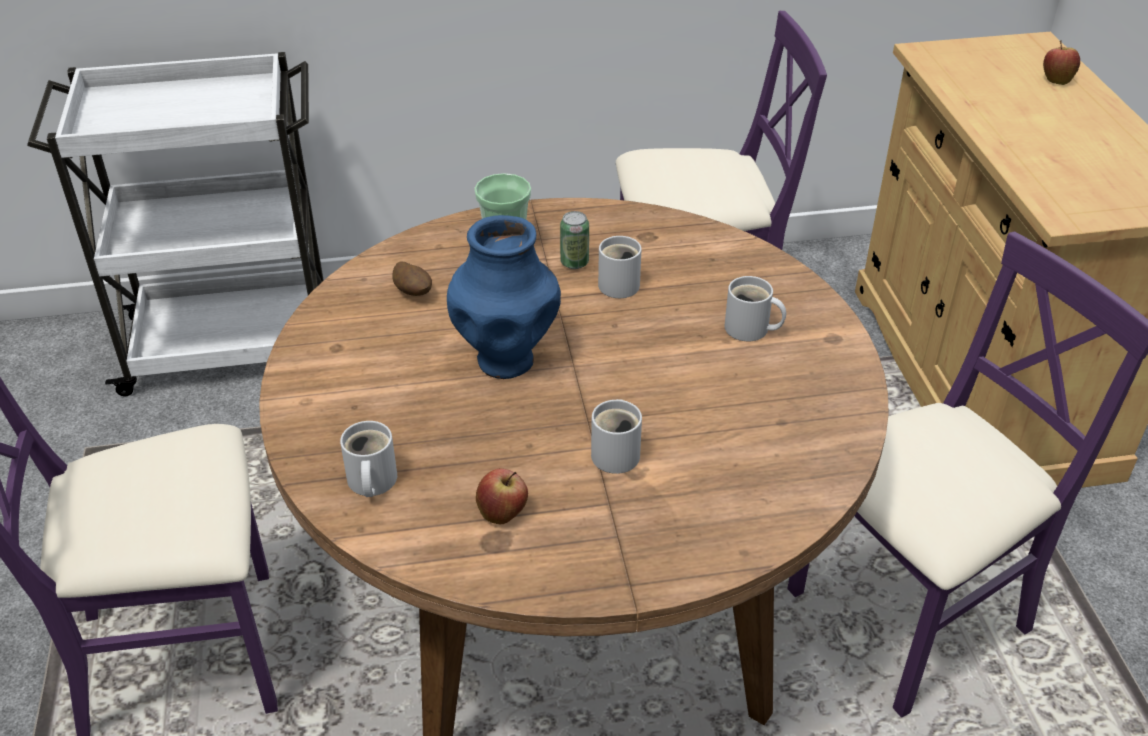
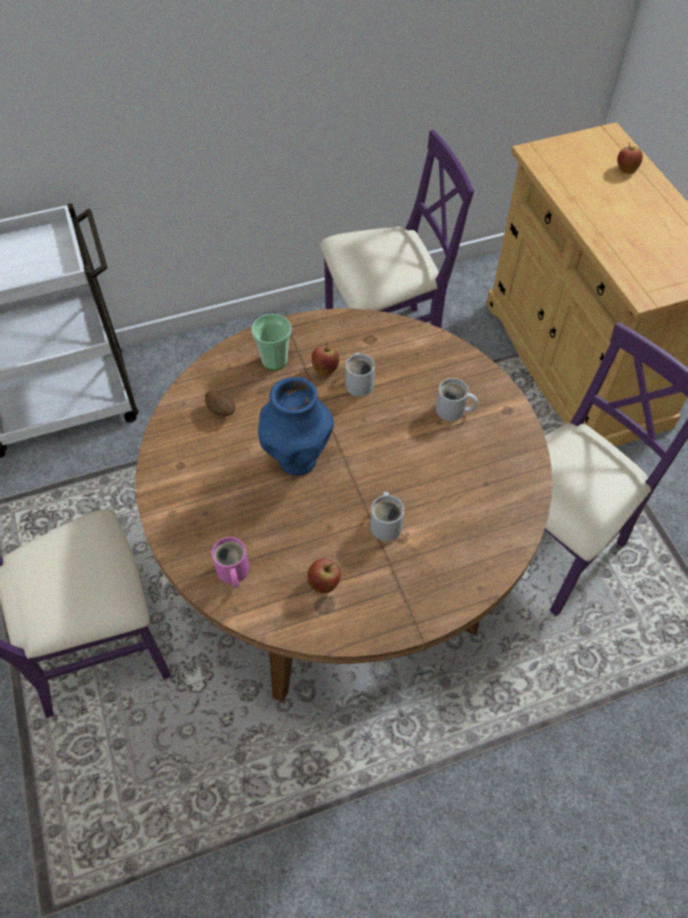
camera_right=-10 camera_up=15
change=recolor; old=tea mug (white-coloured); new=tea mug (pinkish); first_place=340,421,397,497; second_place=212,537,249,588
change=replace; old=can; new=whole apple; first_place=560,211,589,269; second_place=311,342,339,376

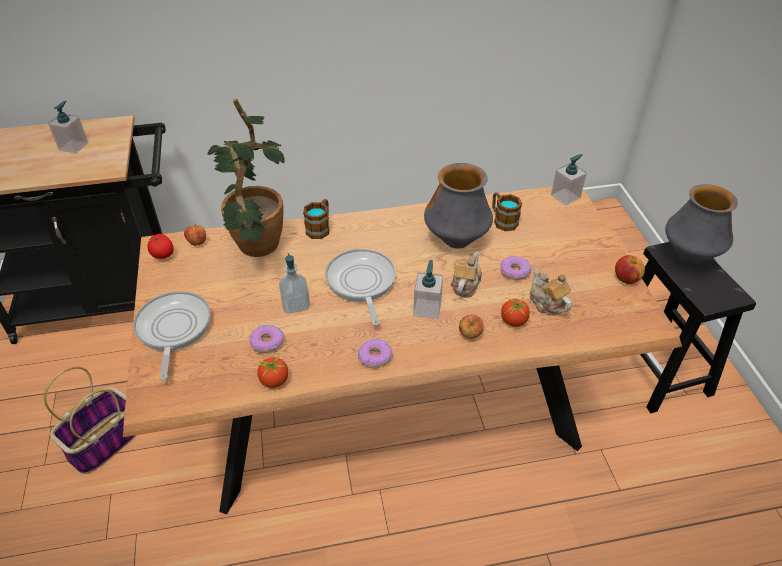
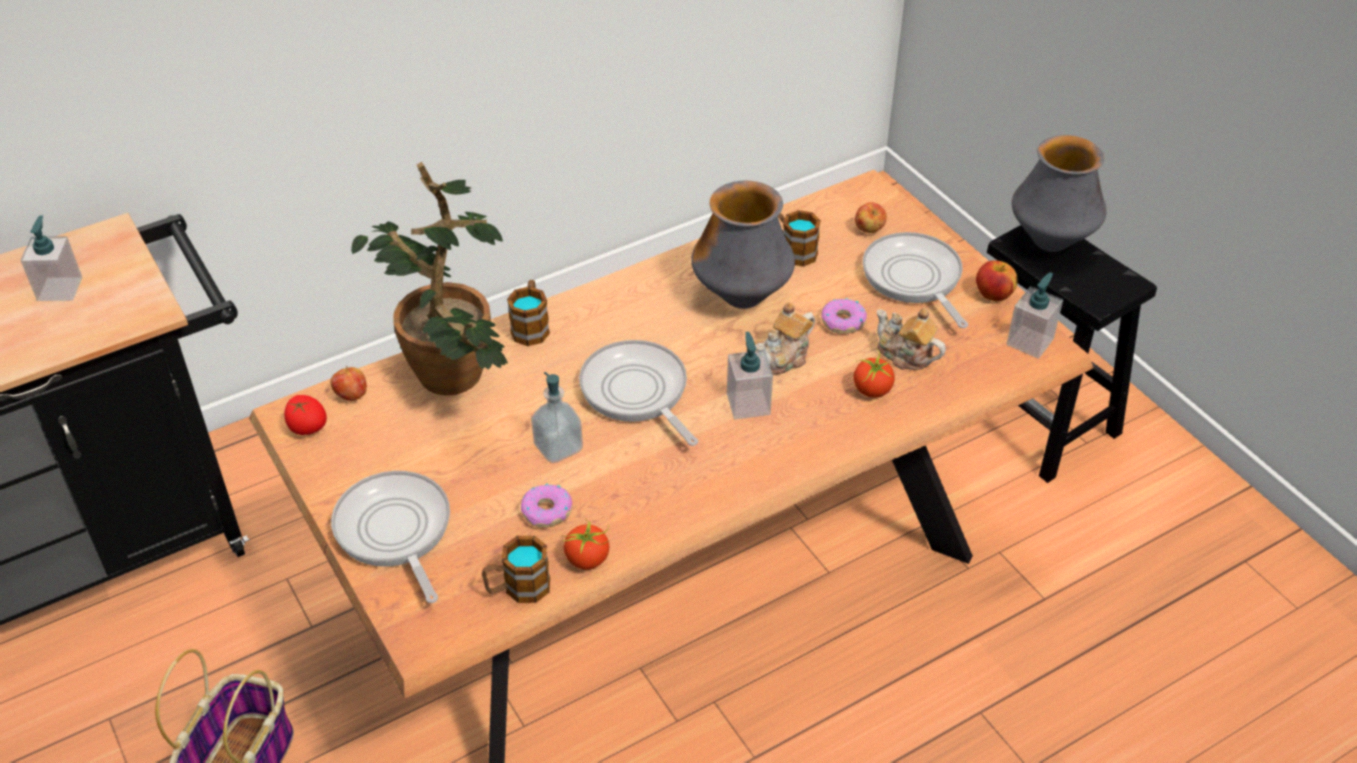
camera_right=-20 camera_up=0
change=insert; new=tea mug; second_place=482,536,550,603
change=rotate; old=tea pot; first_place=451,251,482,298; second_place=755,302,815,375; degrees=-135
change=move; old=whole apple; first_place=459,314,484,339; second_place=855,202,887,233
change=insert; new=skillet; second_place=863,232,968,328
change=move; old=soap dispenser; first_place=551,154,587,206; second_place=1007,272,1063,359
change=delete; old=doughnut; first_place=358,338,393,368

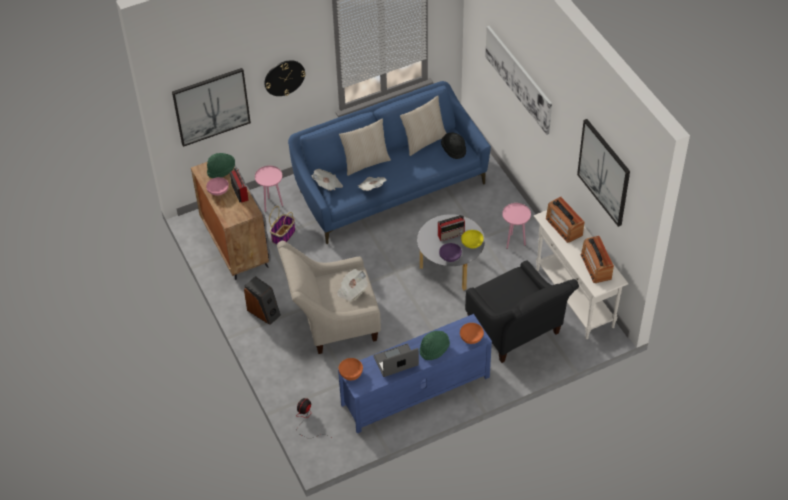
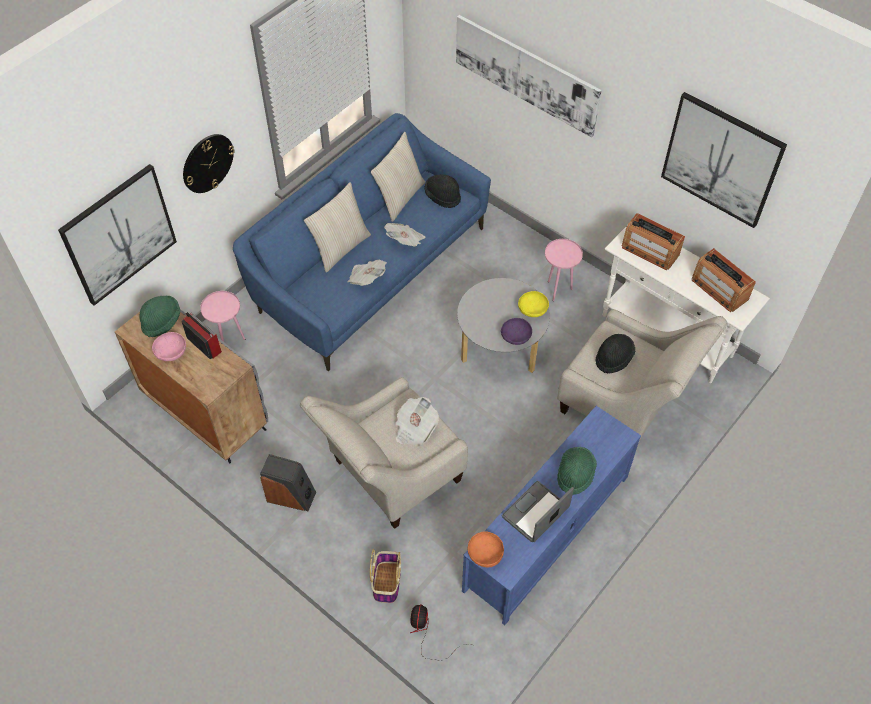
camera_right=-25 camera_up=5
change=move; old=storage basket; first_place=269,206,296,245; second_place=370,549,401,603
change=move; old=newspaper; first_place=311,169,343,191; second_place=384,223,426,247
change=recolor; old=lounge chair (black); new=lounge chair (sand-coloured); first_place=465,260,579,363; second_place=557,309,728,442
change=insert; new=wearable hat (black); second_place=595,334,635,373
change=delete; old=radio set; first_place=438,215,465,241
change=delete; old=bowl (orangey); first_place=460,323,484,344

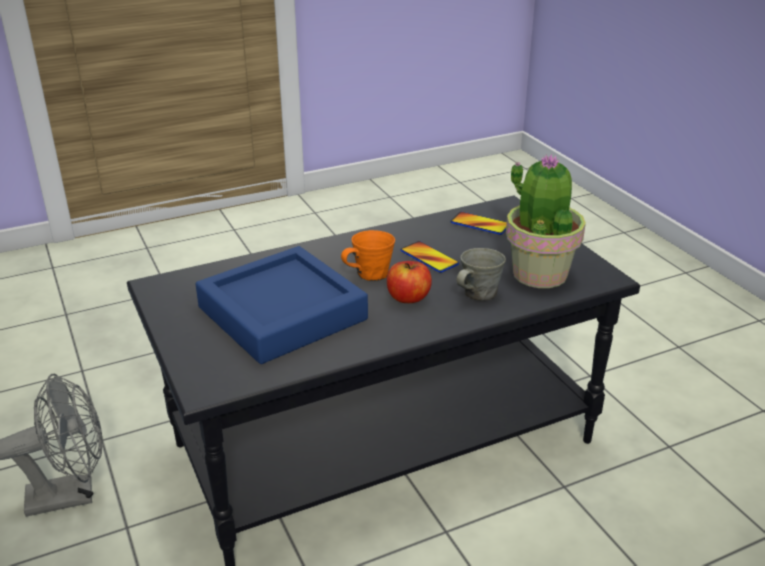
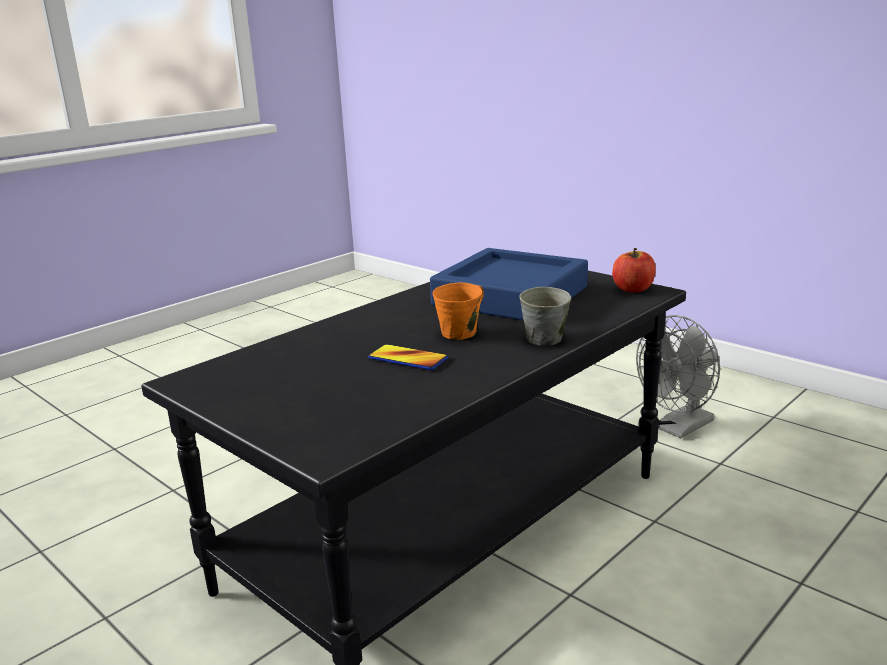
camera_right=160 camera_up=-10
change=move; old=tea mug (grey); first_place=456,248,506,301; second_place=519,287,571,346
change=move; old=whole apple; first_place=387,261,432,303; second_place=612,248,656,292
change=delete; old=telephone; first_place=451,212,507,235
change=delete; old=houseplant; first_place=506,154,586,288

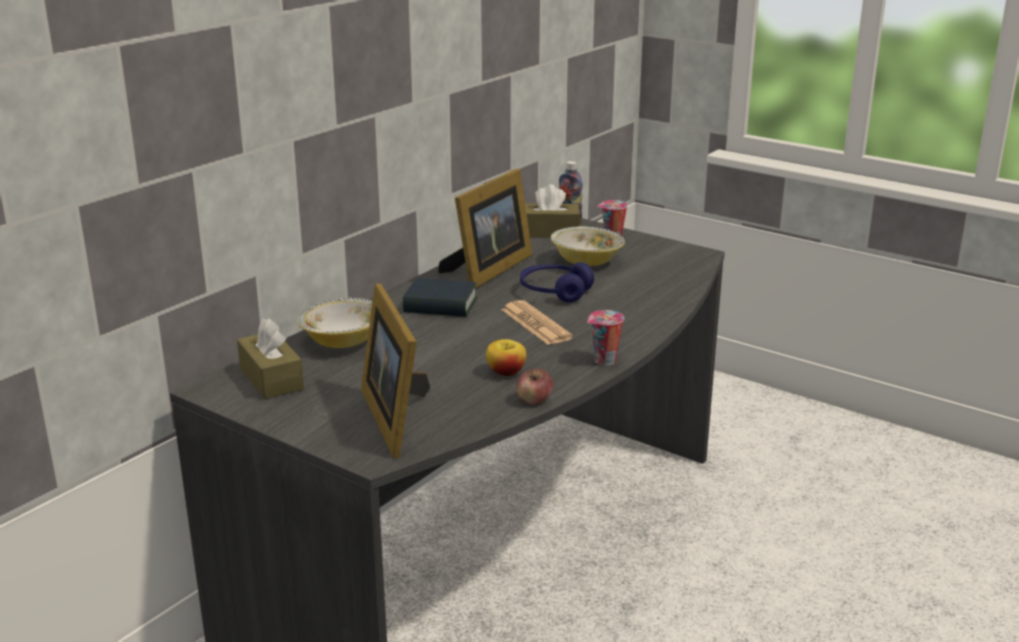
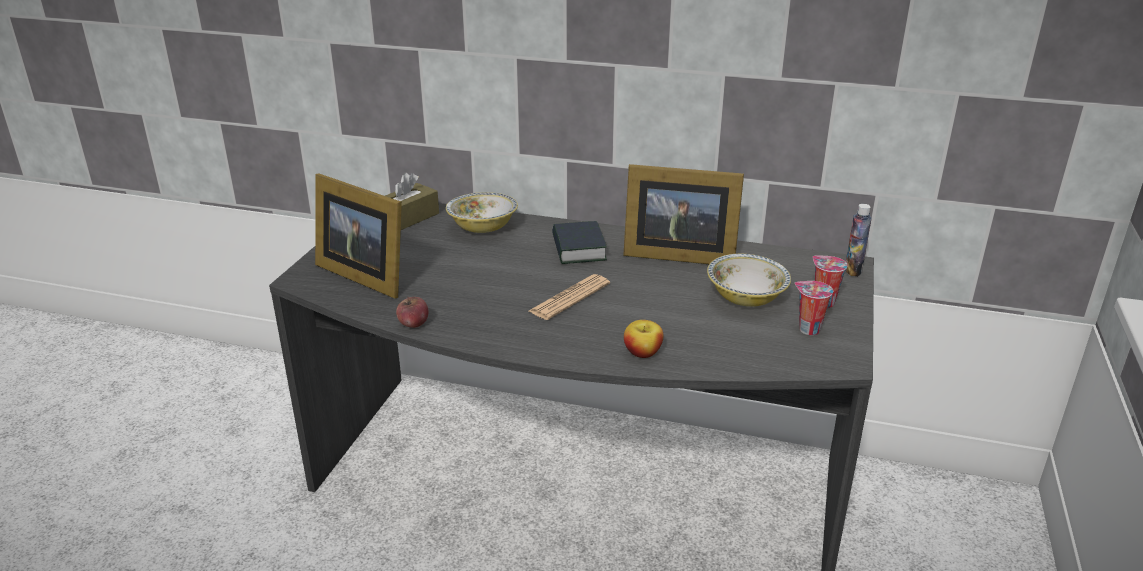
camera_right=70 camera_up=5
change=rotate; old=standing frame; first_place=361,284,430,458; second_place=315,173,402,299; degrees=-105
change=move; old=whole apple; first_place=486,339,526,376; second_place=624,320,664,358
change=move; old=cup; first_place=587,310,624,366; second_place=794,281,833,335
change=delete; old=headphones (blue-coloured); first_place=520,262,594,303
change=delete; old=tissue box (brown-coloured); first_place=525,184,580,237

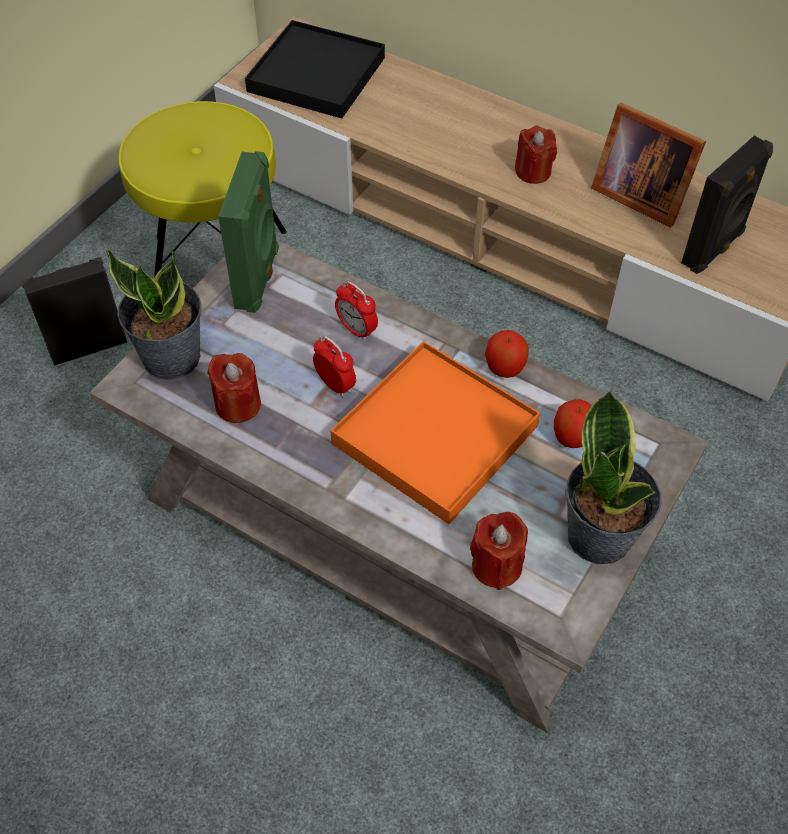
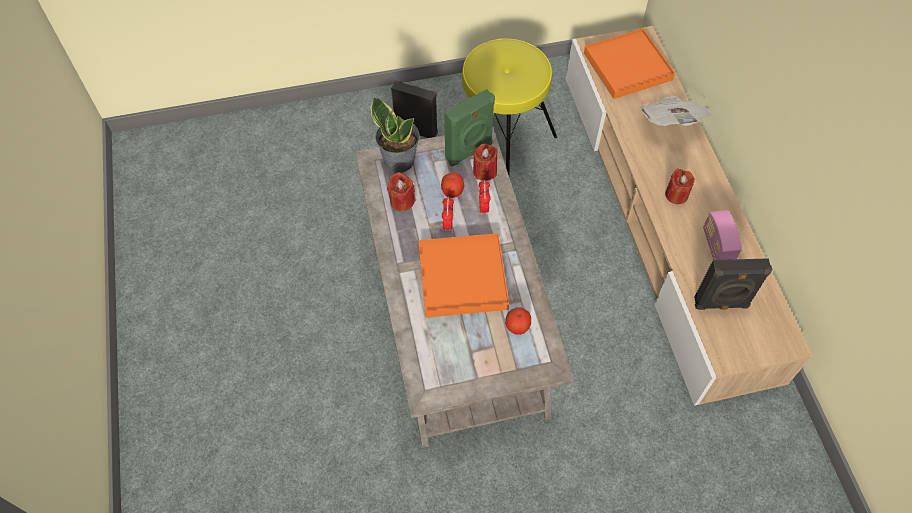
camera_right=45 camera_up=5
change=move; old=whole apple; first_place=485,330,529,378; second_place=441,172,464,198
change=move; old=wax candle (red); first_place=470,512,528,590; second_place=473,144,498,181
change=recolor; old=serving tray (black); new=serving tray (orangey); first_place=245,20,385,119; second_place=584,29,675,99
change=insert; new=newspaper; second_place=640,95,712,126
change=replace; old=standing frame; new=radio set; first_place=591,102,706,228; second_place=703,210,742,260
change=delete; old=houseplant; first_place=565,390,662,564

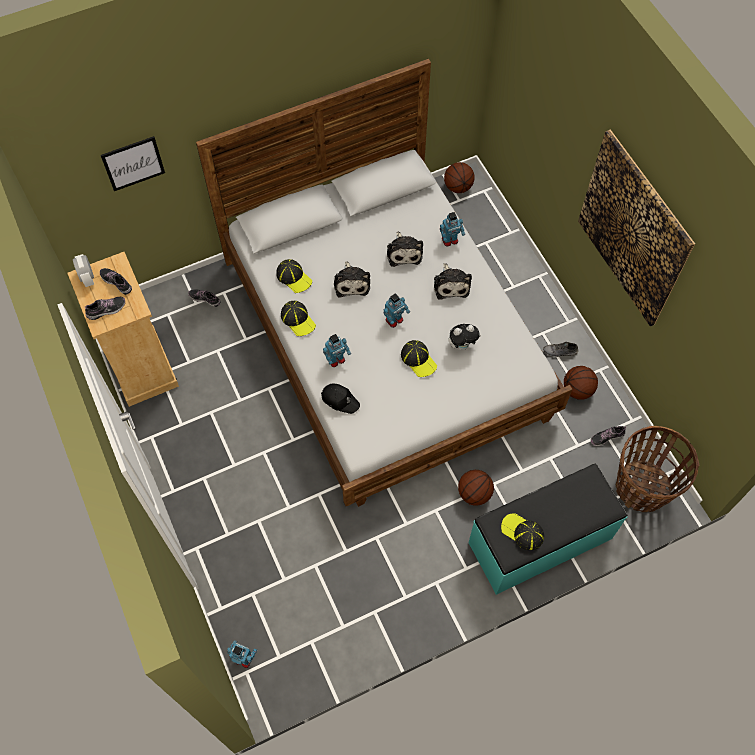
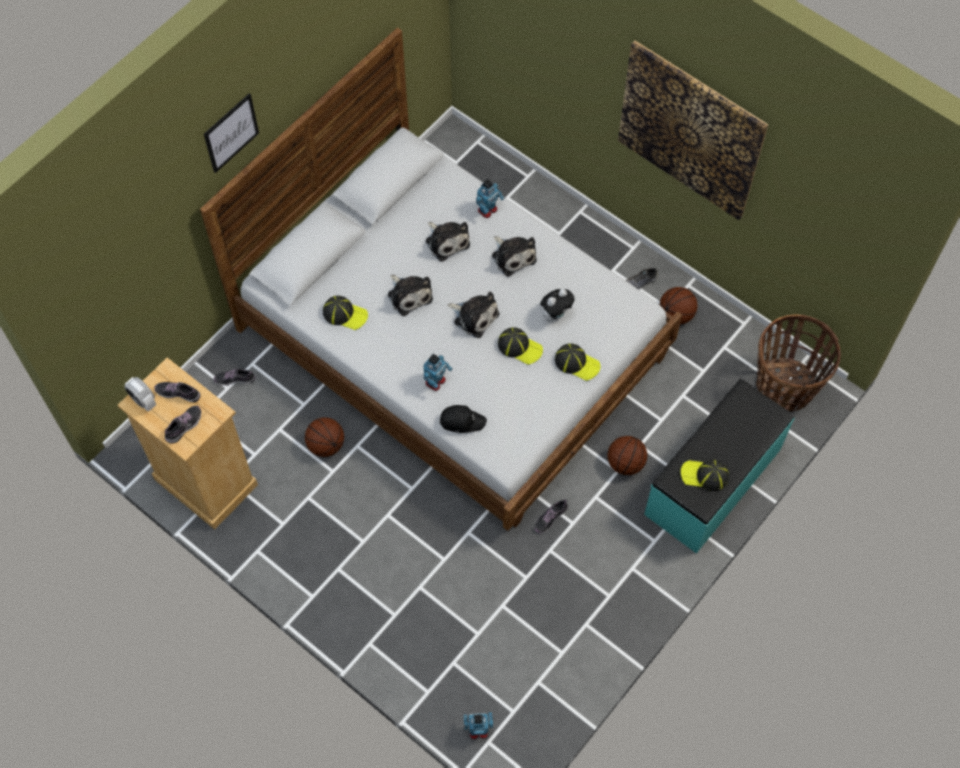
camera_right=-25 camera_up=0
change=move; old=picture; first_place=101,136,165,191; second_place=204,93,259,173
change=move; old=basketball; first_place=444,162,475,193; second_place=305,417,344,457
change=replace; old=toy robot; new=soft toy; first_place=383,293,410,328; second_place=448,291,499,338
change=move; old=low shoe; first_place=591,426,626,446; second_place=535,499,568,533
change=move; old=baseball cap; first_place=281,301,316,336; second_place=555,343,601,381

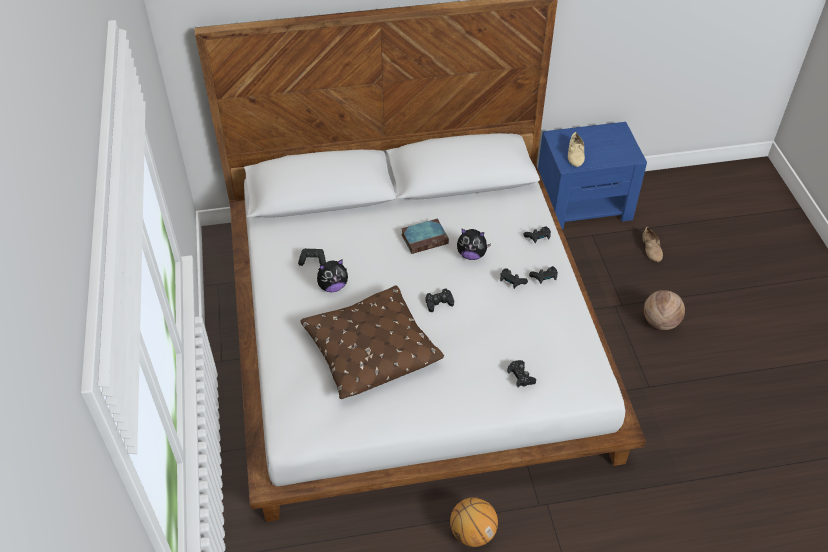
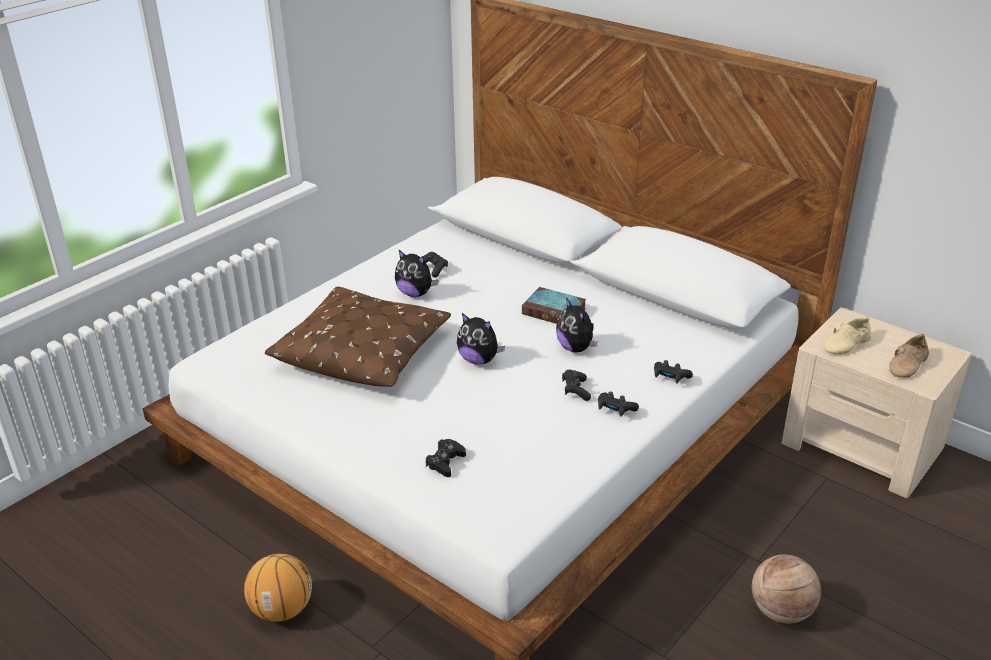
camera_right=50 camera_up=-15
change=replace; old=gamepad (black); new=soft toy; first_place=426,288,454,312; second_place=457,313,505,365
change=recolor; old=nightstand (blue-coloured); new=nightstand (sand-coloured); first_place=538,122,647,229; second_place=782,307,972,498
change=move; old=low shoe (sand-coloured); first_place=642,227,663,262; second_place=889,334,929,378

